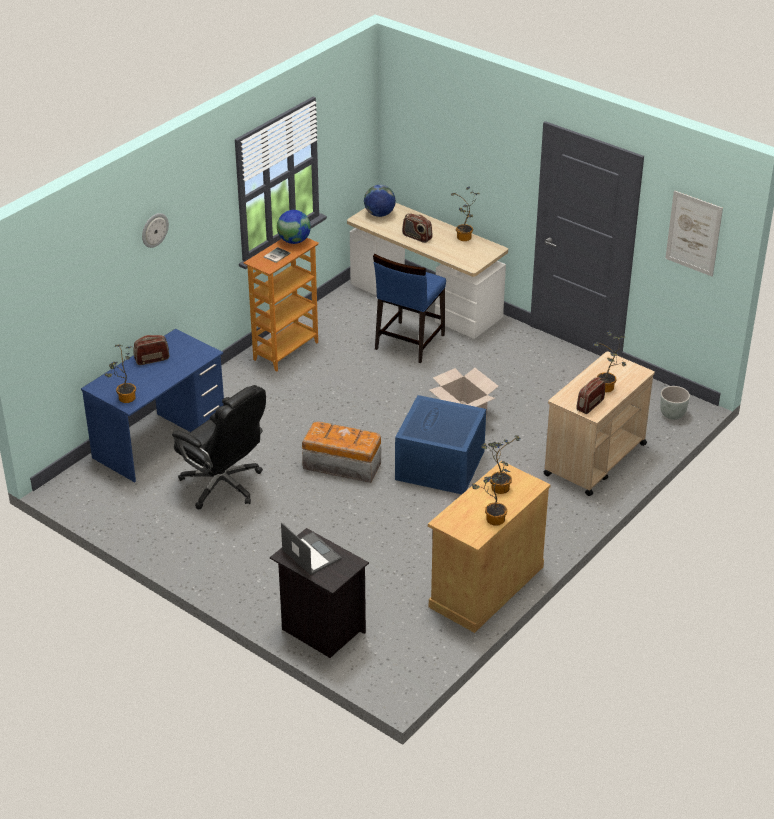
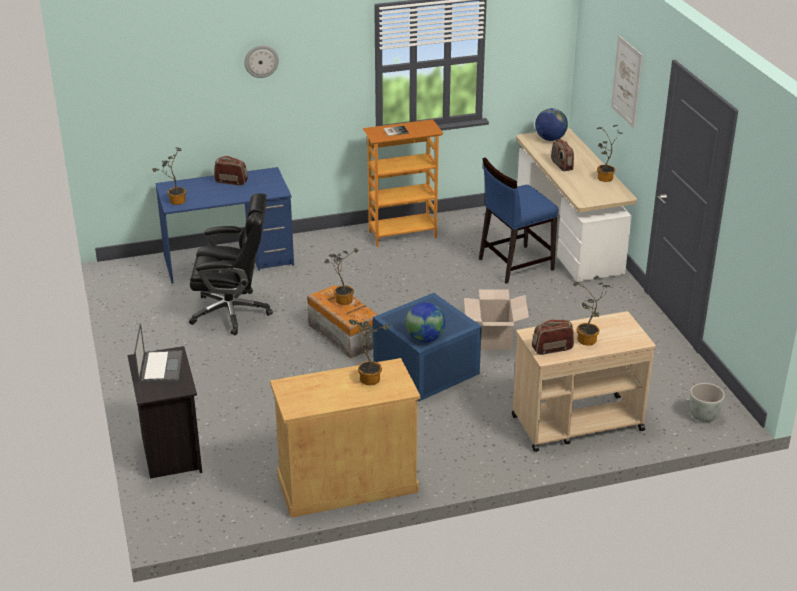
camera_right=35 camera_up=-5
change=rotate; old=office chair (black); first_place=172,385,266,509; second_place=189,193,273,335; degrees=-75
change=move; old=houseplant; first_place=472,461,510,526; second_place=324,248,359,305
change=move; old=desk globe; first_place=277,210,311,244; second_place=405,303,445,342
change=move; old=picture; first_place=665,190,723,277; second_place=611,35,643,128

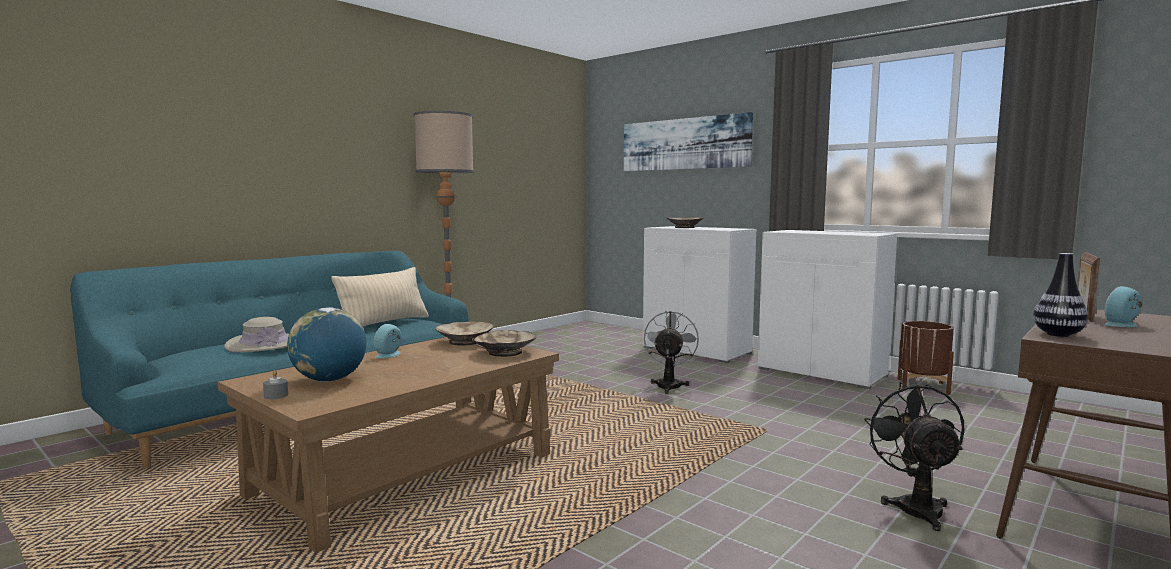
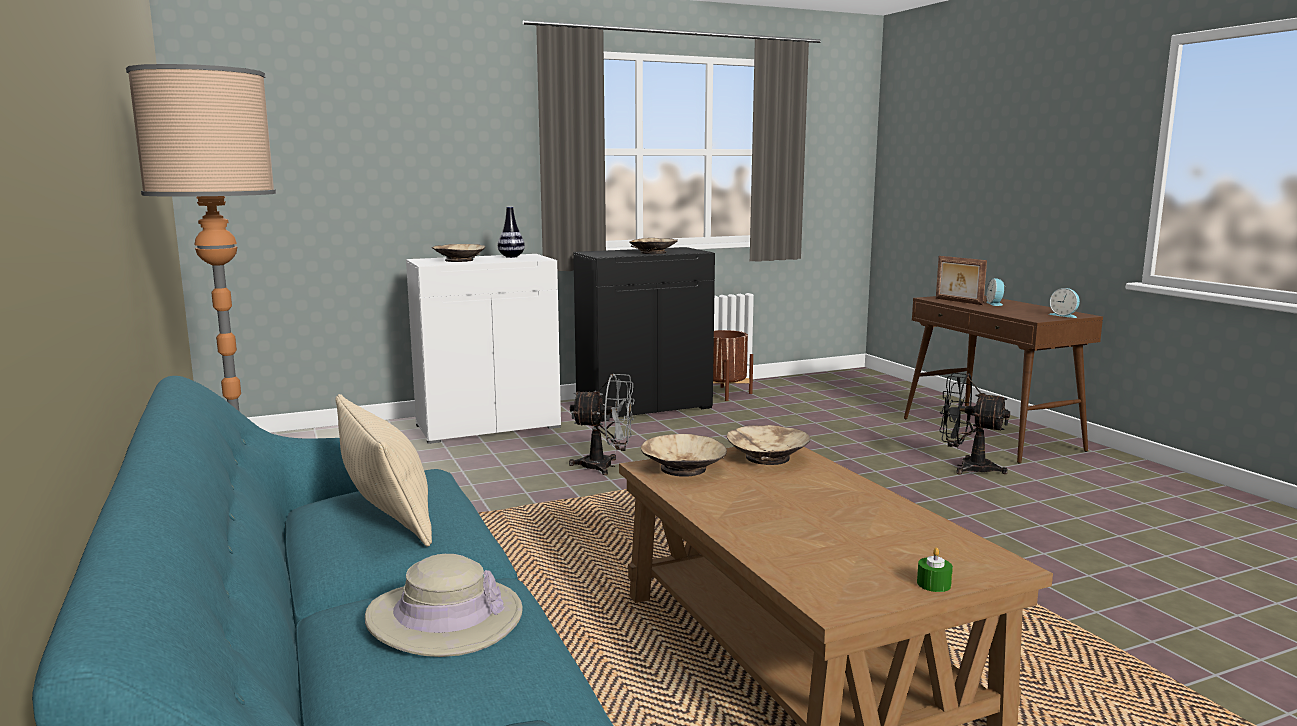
camera_right=-65 camera_up=5
change=move; old=vase; first_place=1033,253,1088,337; second_place=498,207,525,258
change=rotate; old=fan (grey); first_place=644,311,699,394; second_place=569,374,635,475; degrees=150
change=recolor; old=cabinet (white-coloured); new=cabinet (black); first_place=758,230,897,389; second_place=573,247,715,422
change=insert; new=bowl (sand-coloured); second_place=629,238,678,254
change=recolor; old=wax candle (grey); new=wax candle (green-coloured); first_place=263,370,288,399; second_place=917,548,953,592
change=move; old=bedside clock; first_place=374,324,402,358; second_place=1049,288,1080,318
change=delete; old=desk globe; first_place=287,307,367,382
change=delete; old=picture; first_place=624,112,753,171

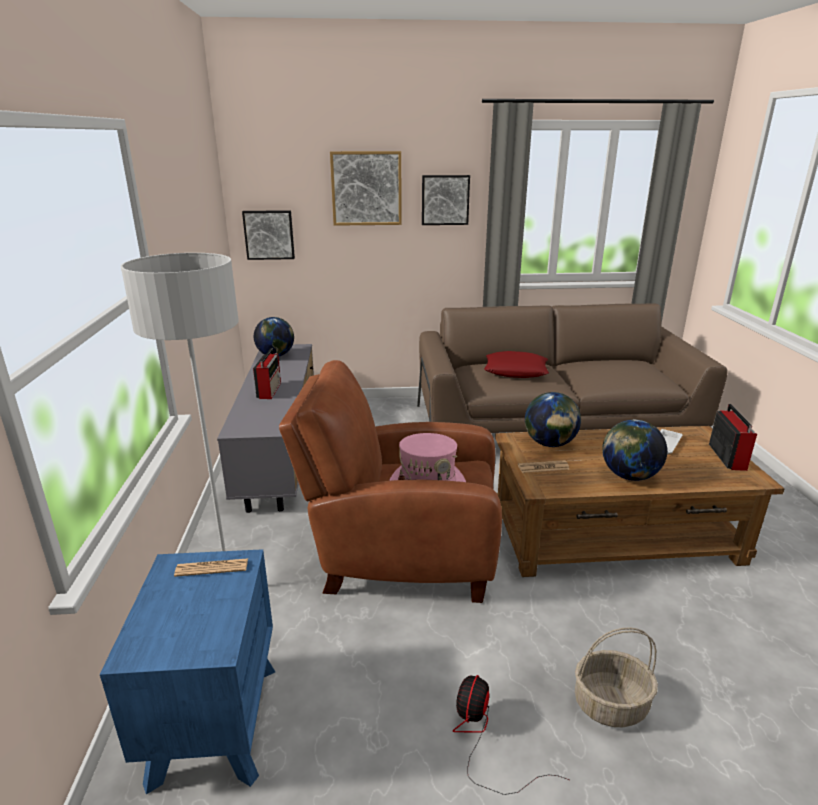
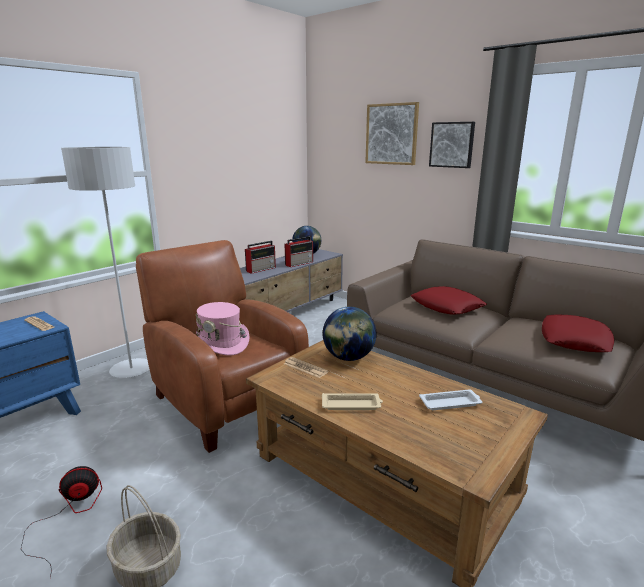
camera_right=45 camera_up=-5
change=move; old=radio set; first_place=709,404,757,471; second_place=285,236,313,267
change=replace; old=desk globe; new=serving tray (sand-coloured); first_place=602,419,667,481; second_place=322,393,383,410
change=insert; new=throw pillow (red); second_place=542,315,614,352
change=delete; old=picture; first_place=242,210,295,260

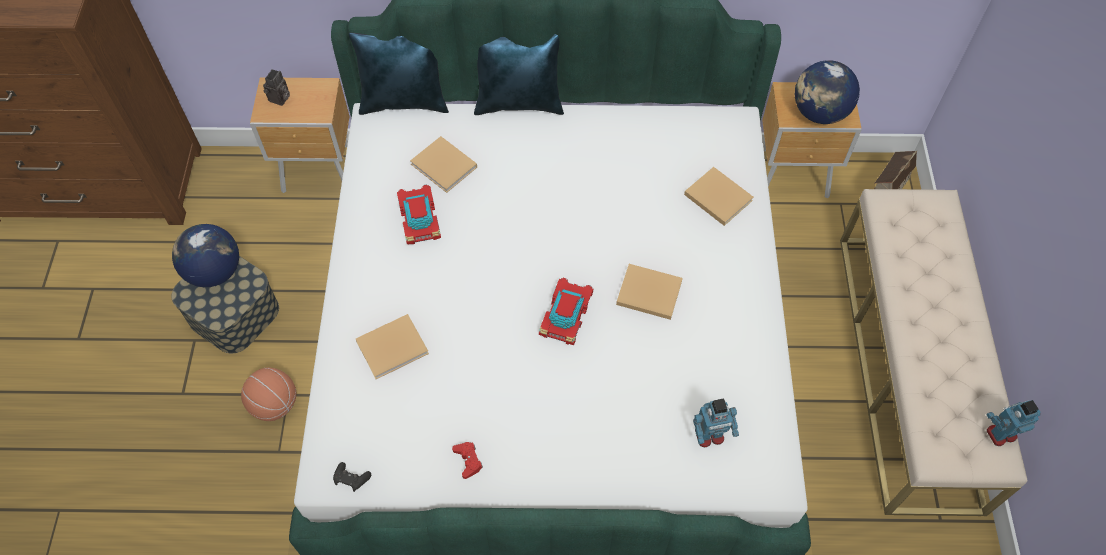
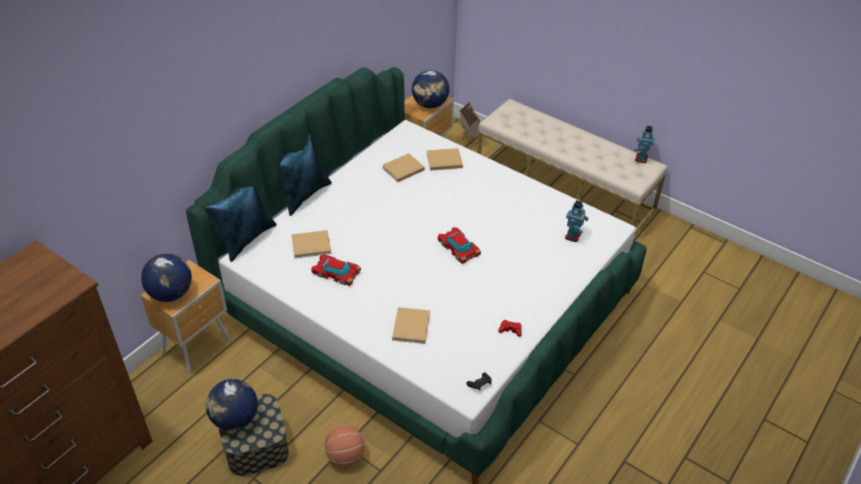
camera_right=-55 camera_up=-15
change=replace; old=photo camera; new=desk globe; first_place=263,69,290,106; second_place=141,253,192,302
change=move; old=book (sand-coloured); first_place=616,264,683,320; second_place=382,153,425,182

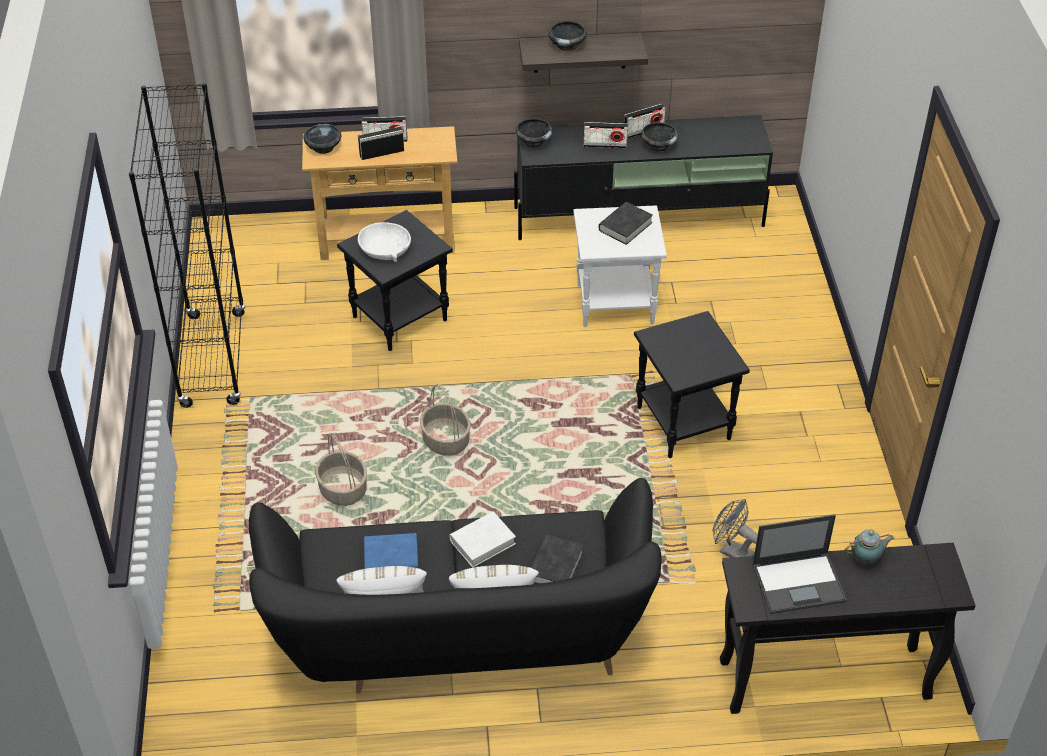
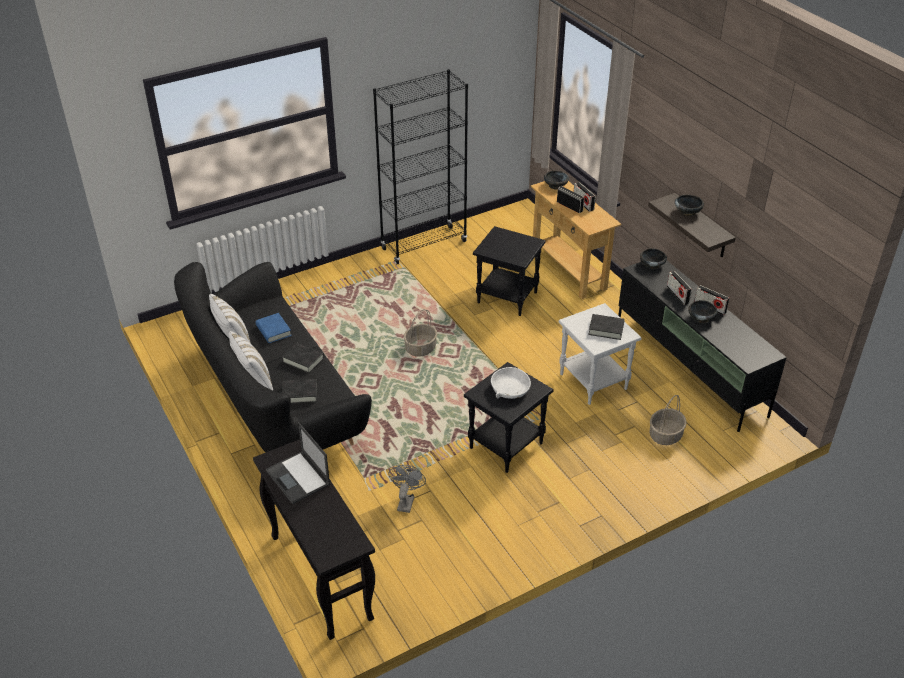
camera_right=65 camera_up=-5
change=recolor; old=book (white-coloured); new=book (black); first_place=449,512,516,568; second_place=282,343,324,373
change=move; old=bowl (white-coloured); first_place=358,222,411,262; second_place=491,367,531,399
change=move; old=storage basket; first_place=315,433,367,506; second_place=649,395,687,445
change=delete; old=tea pot; first_place=844,529,894,565

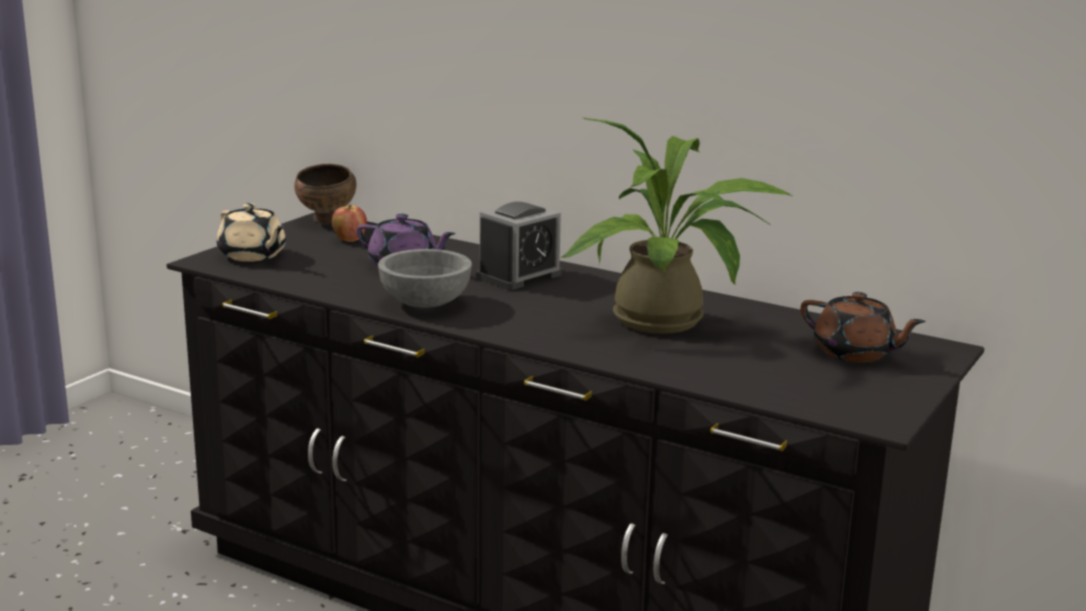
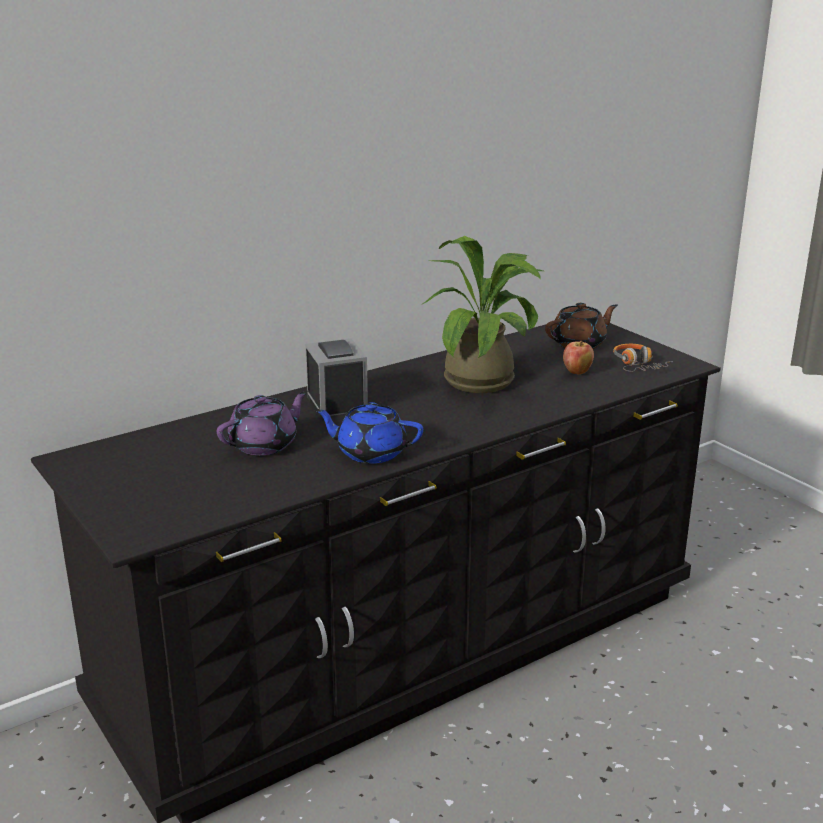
camera_right=-65 camera_up=5
change=replace; old=bowl (grey); new=tea pot (blue-coloured); first_place=378,249,472,308; second_place=314,402,423,464
change=move; old=whole apple; first_place=332,204,367,242; second_place=563,341,594,375
change=insert; new=headphones; second_place=613,344,673,372
change=delete; old=tea pot (sand-coloured); first_place=216,203,286,262
change=delete; old=bowl (brown-coloured); first_place=294,164,356,224

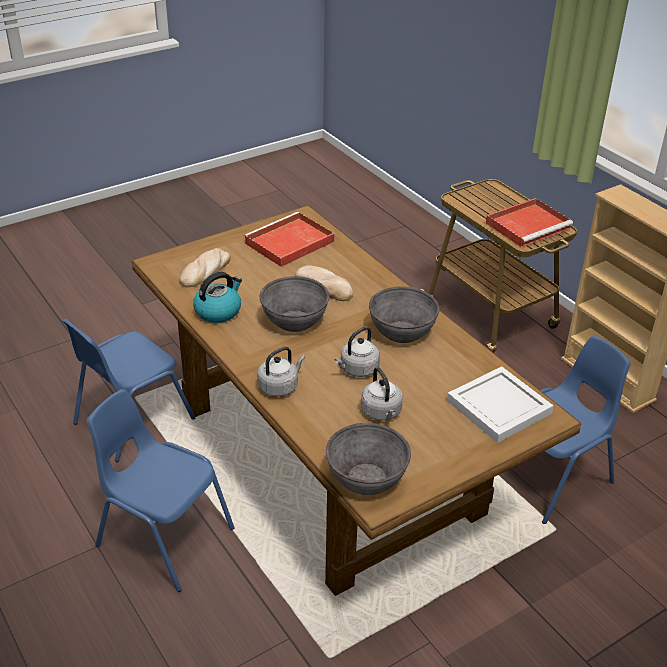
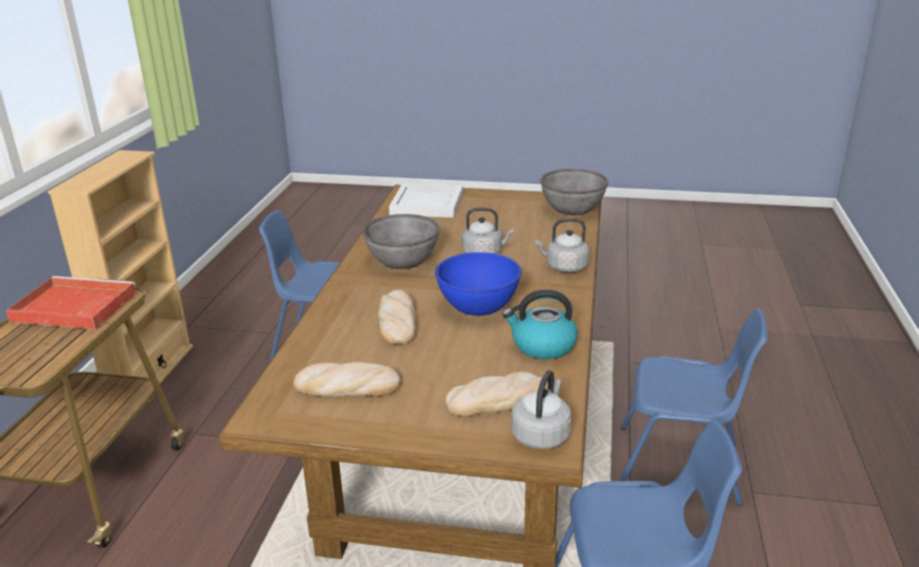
camera_right=-135 camera_up=-10
change=replace; old=serving tray (red); new=baked bread; first_place=244,212,335,267; second_place=293,362,401,397
change=recolor; old=bowl (grey); new=bowl (blue-coloured); first_place=260,276,329,332; second_place=435,252,522,316
change=move; old=water kettle (grey); first_place=361,367,403,421; second_place=511,370,572,449
change=rotate; old=upright chair (blue-coloured); first_place=87,389,235,592; second_place=619,308,767,506; degrees=-60

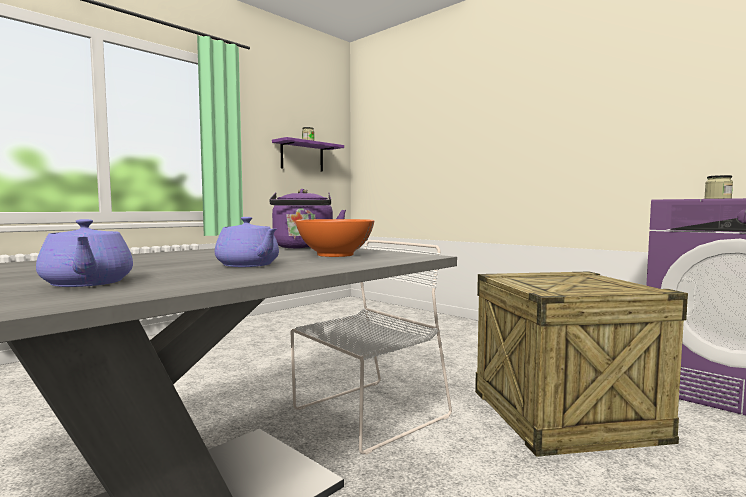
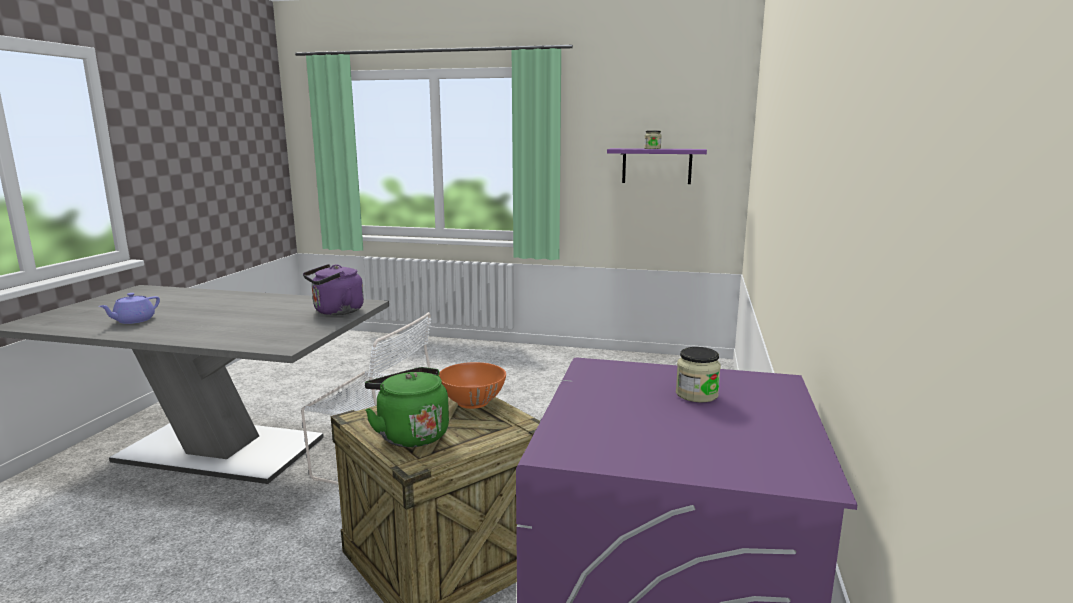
camera_right=60 camera_up=10
change=insert; new=water kettle (green-coloured); second_place=365,367,449,447
change=move; old=bowl (orangey); first_place=296,219,374,257; second_place=439,362,506,409
change=delete; old=tea pot (purple); first_place=215,217,279,267

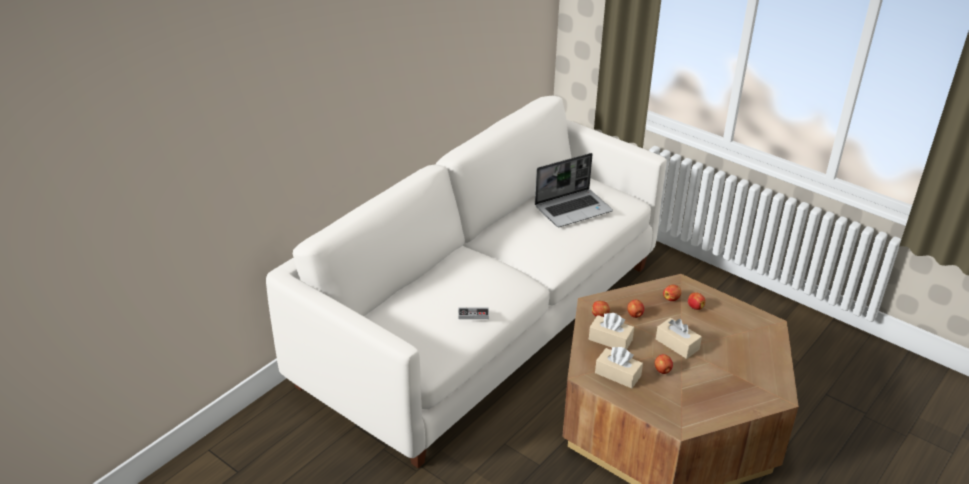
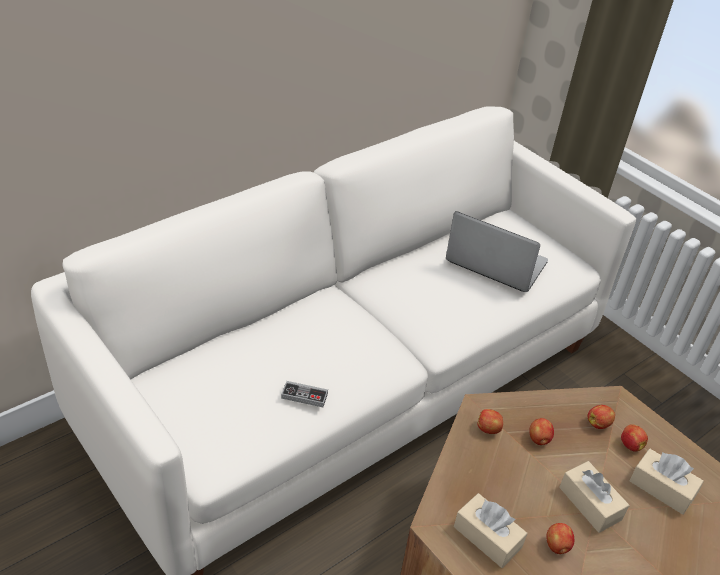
camera_right=10 camera_up=5
change=rotate; old=portable computer; first_place=535,153,613,227; second_place=446,211,548,292; degrees=-135
change=move; old=tissue box (sand-coloured); first_place=589,313,634,349; second_place=629,448,704,515

